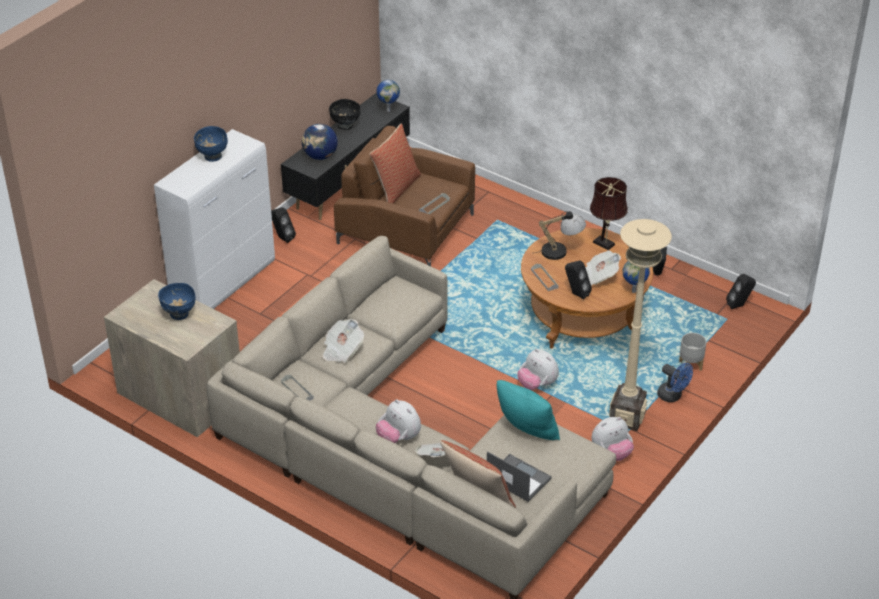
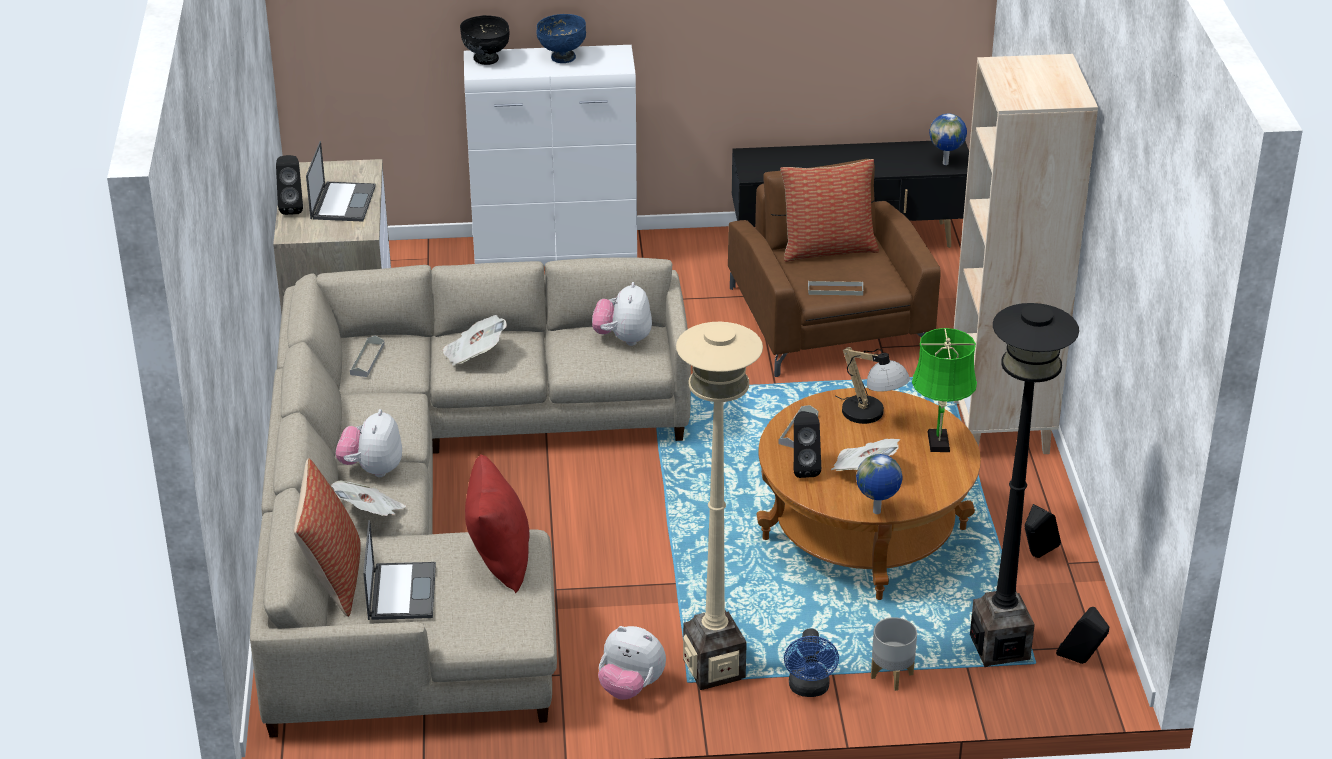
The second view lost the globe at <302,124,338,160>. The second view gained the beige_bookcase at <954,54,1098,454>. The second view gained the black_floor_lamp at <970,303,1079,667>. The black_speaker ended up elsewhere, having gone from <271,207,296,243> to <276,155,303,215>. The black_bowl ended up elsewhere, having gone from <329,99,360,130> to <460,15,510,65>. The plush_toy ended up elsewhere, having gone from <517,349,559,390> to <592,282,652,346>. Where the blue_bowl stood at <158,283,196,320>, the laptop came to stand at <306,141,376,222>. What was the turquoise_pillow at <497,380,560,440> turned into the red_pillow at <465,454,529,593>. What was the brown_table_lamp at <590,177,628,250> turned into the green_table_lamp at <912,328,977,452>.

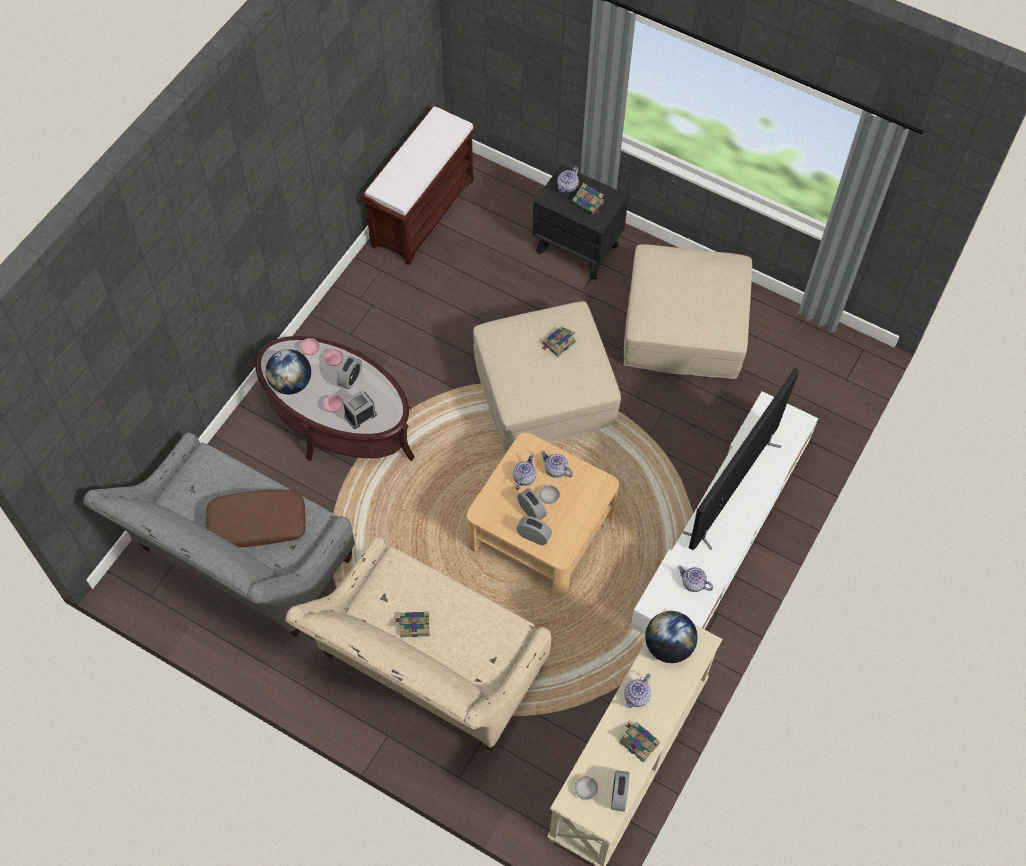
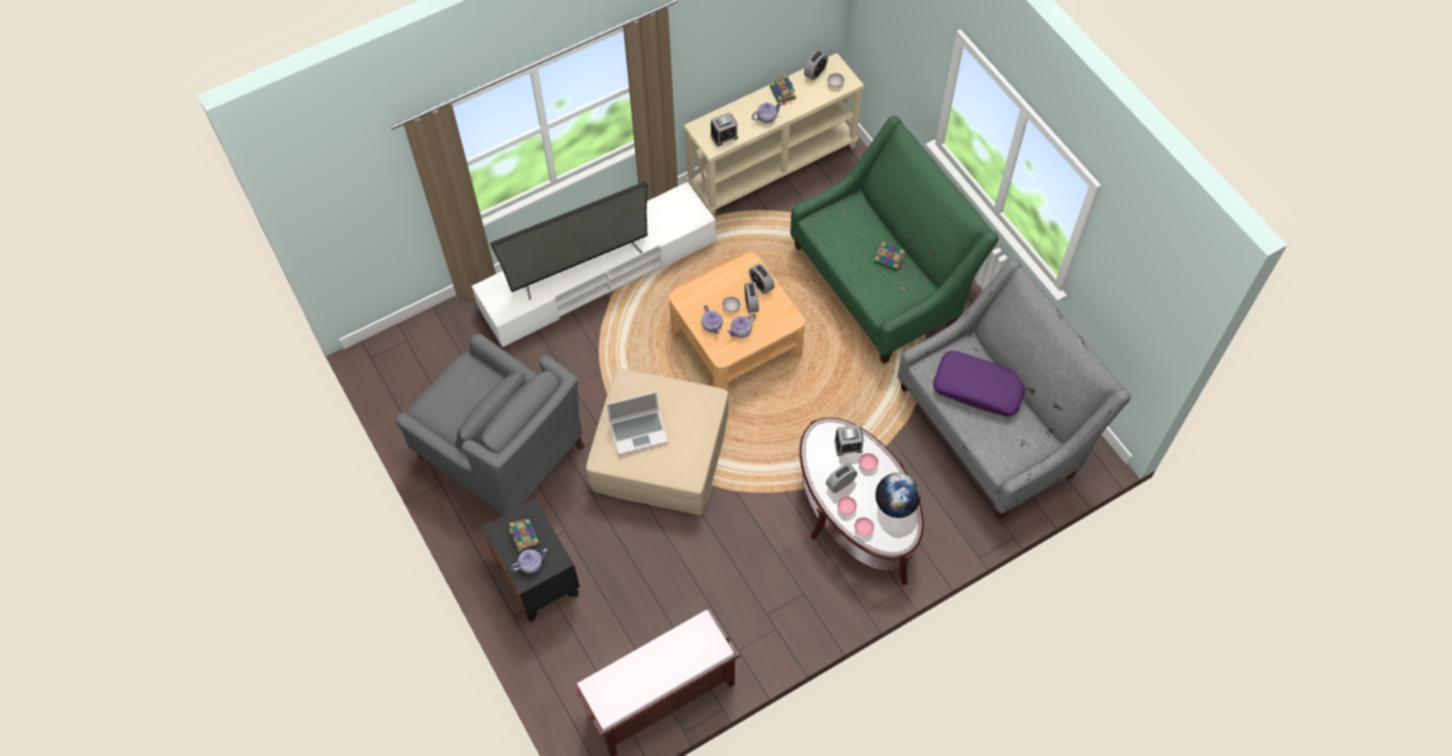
The second view lost the teapot at <678,566,713,592>. Where the book stood at <542,326,576,357>, the laptop came to stand at <607,392,668,455>. Where the beige_ottoman stood at <624,244,752,379>, the grey_armchair came to stand at <395,334,585,514>. Where the globe stood at <645,611,698,663>, the alarm_clock came to stand at <710,112,739,146>. What was the brown_pillow at <206,490,306,547> turned into the purple_pillow at <933,351,1025,417>. What was the beige_sofa at <286,536,551,751> turned into the green_sofa at <790,116,999,364>.

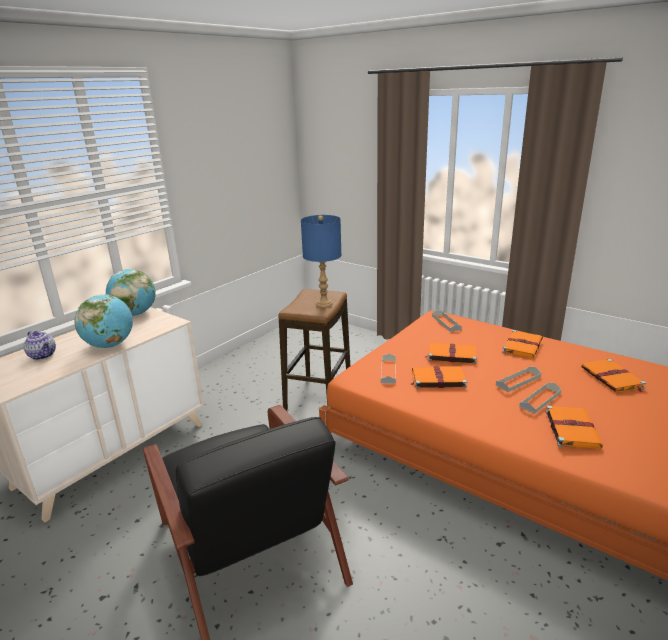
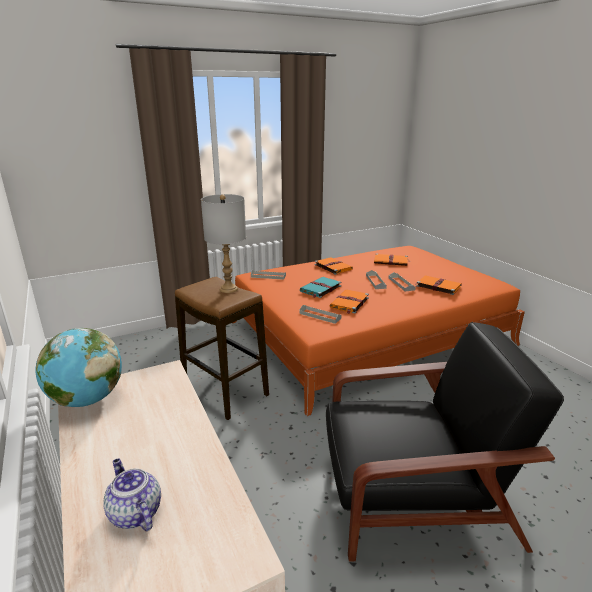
The second view lost the globe at <74,294,133,348>. What was the blue_table_lamp at <301,215,341,307> turned into the grey_table_lamp at <201,194,246,293>. What was the orange_book at <425,343,477,364> turned into the turquoise_book at <300,277,341,298>. The teapot at <23,331,56,360> ended up facing another way, 105 degrees counterclockwise from before.

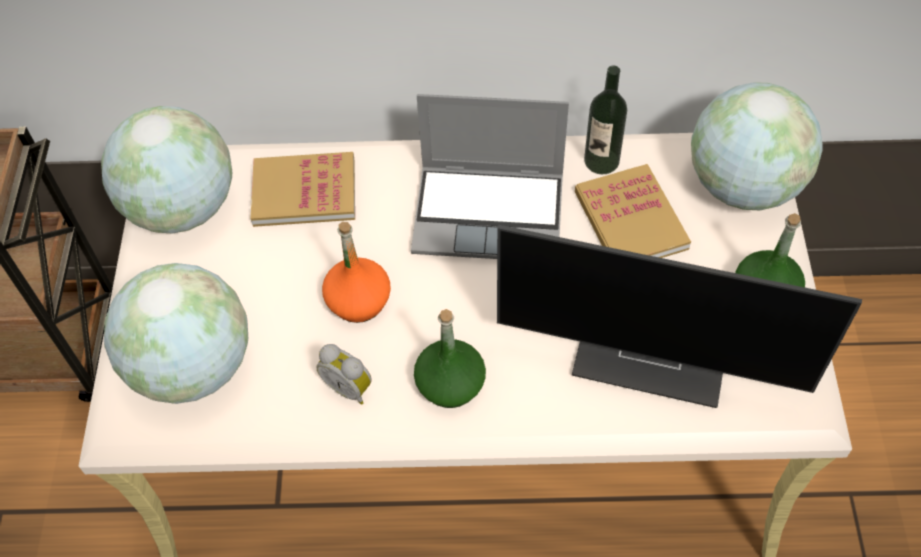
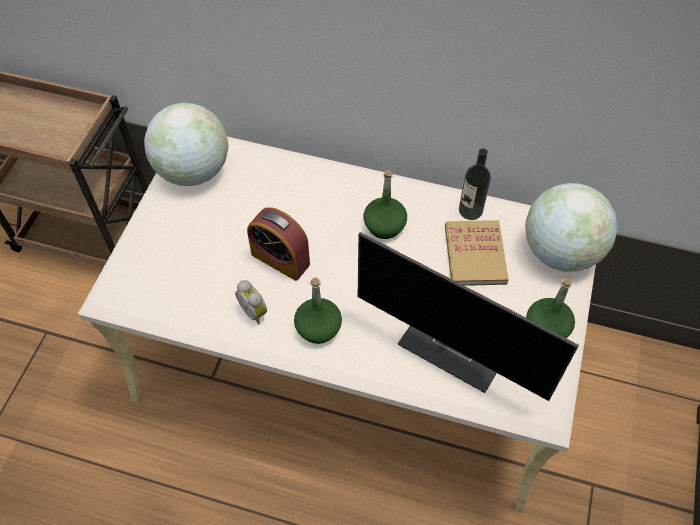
The second view lost the globe at <104,263,248,404>. The second view lost the book at <251,152,355,227>. Where the orange_bottle stood at <322,222,391,323>, the alarm_clock came to stand at <247,207,310,281>. Where the laptop stood at <411,94,569,259>, the green_bottle came to stand at <363,170,407,239>.

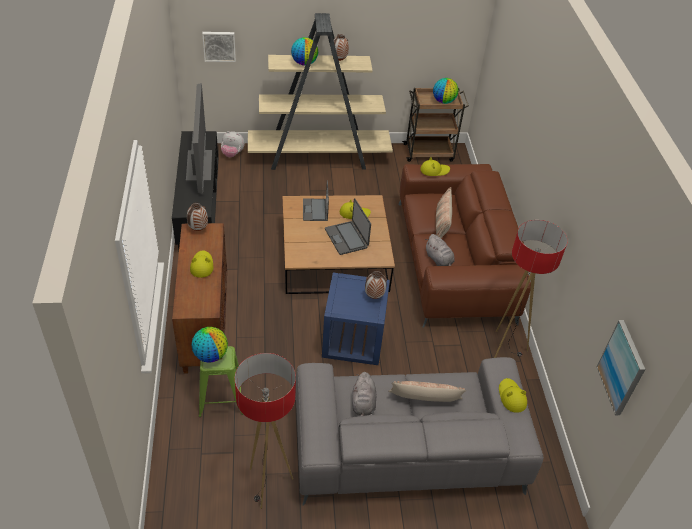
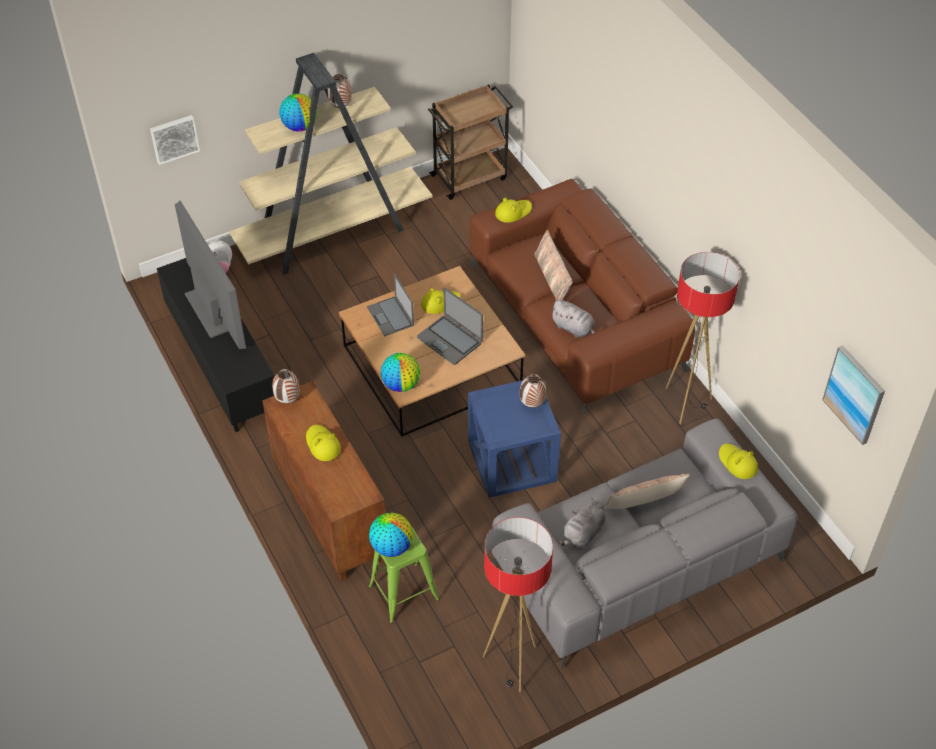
The globe ended up elsewhere, having gone from <433,78,458,104> to <381,353,420,392>. The grey_plush_toy at <352,372,376,416> ended up facing another way, 60 degrees clockwise from before.

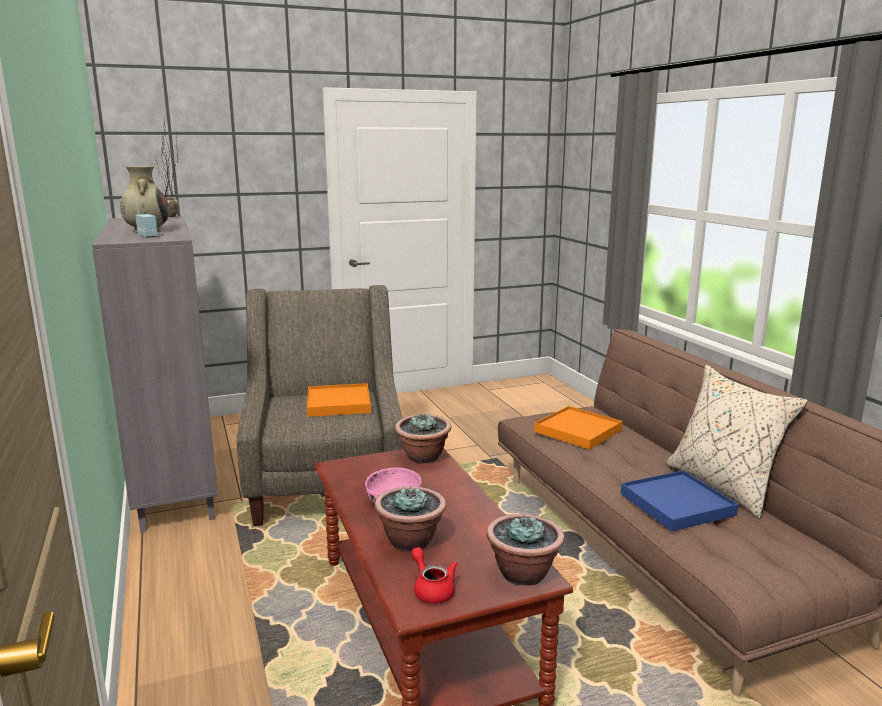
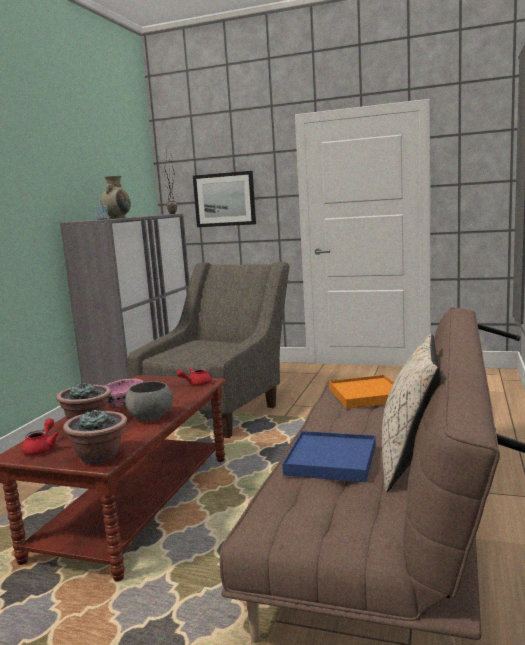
The second view lost the orange_tray at <307,383,371,417>. The second view gained the grey_bowl at <125,381,173,420>. The second view gained the picture at <193,171,256,227>. Where the potted_plant stood at <395,413,451,463>, the red_teapot came to stand at <177,367,212,386>.

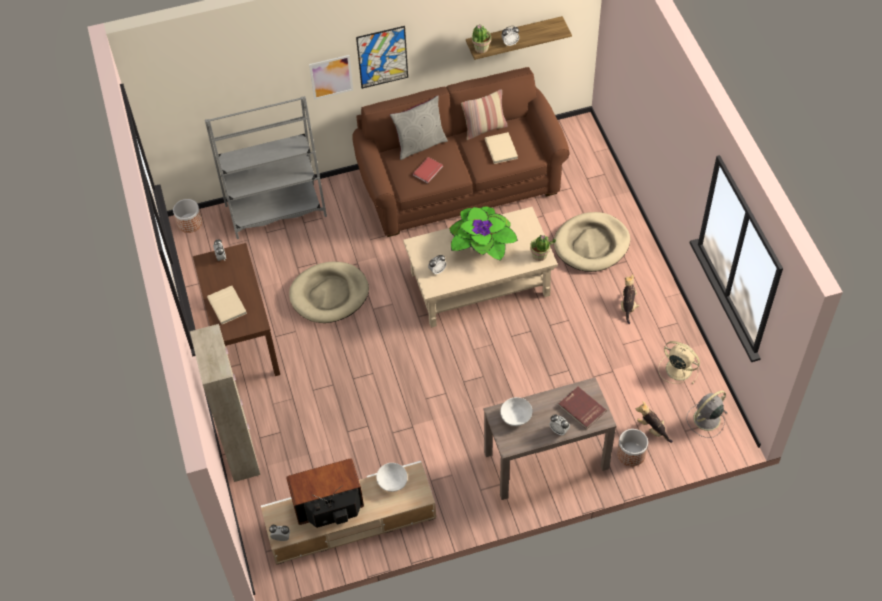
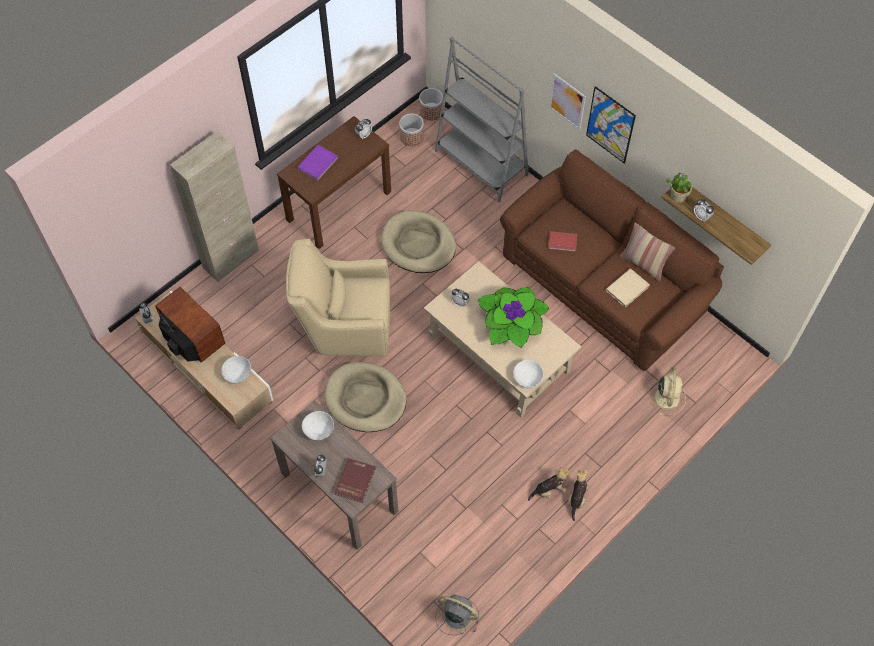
The second view lost the grey_pillow at <390,95,448,160>. The second view gained the beige_armchair at <286,239,391,356>. The beige_dog_bed ended up elsewhere, having gone from <554,212,630,272> to <324,362,407,432>. The planter ended up elsewhere, having gone from <617,429,648,466> to <399,114,424,146>. The plush_toy ended up elsewhere, having gone from <636,401,673,443> to <568,470,589,521>. The beige_fan ended up elsewhere, having gone from <658,341,700,384> to <648,367,686,415>. Where the potted_plant stood at <530,235,556,261>, the white_bowl came to stand at <513,360,544,388>. What was the beige_book at <207,286,247,324> turned into the purple_book at <297,145,338,181>.

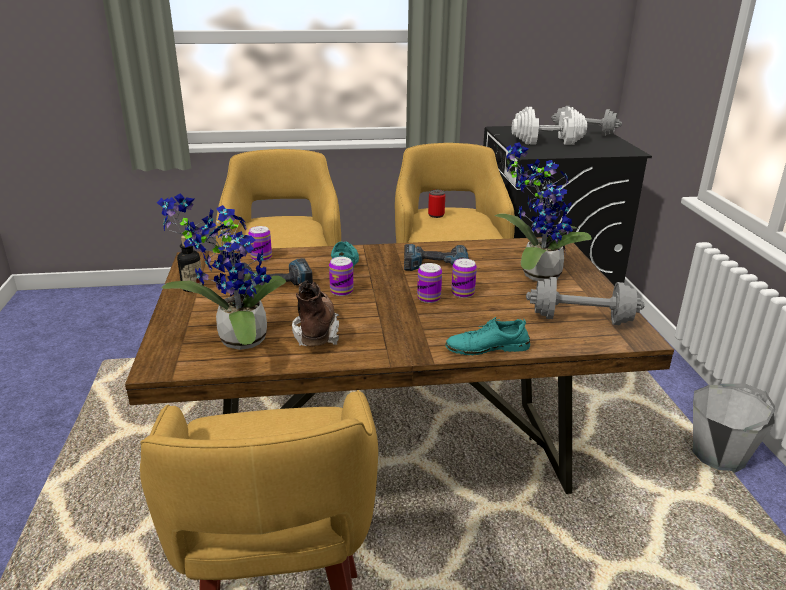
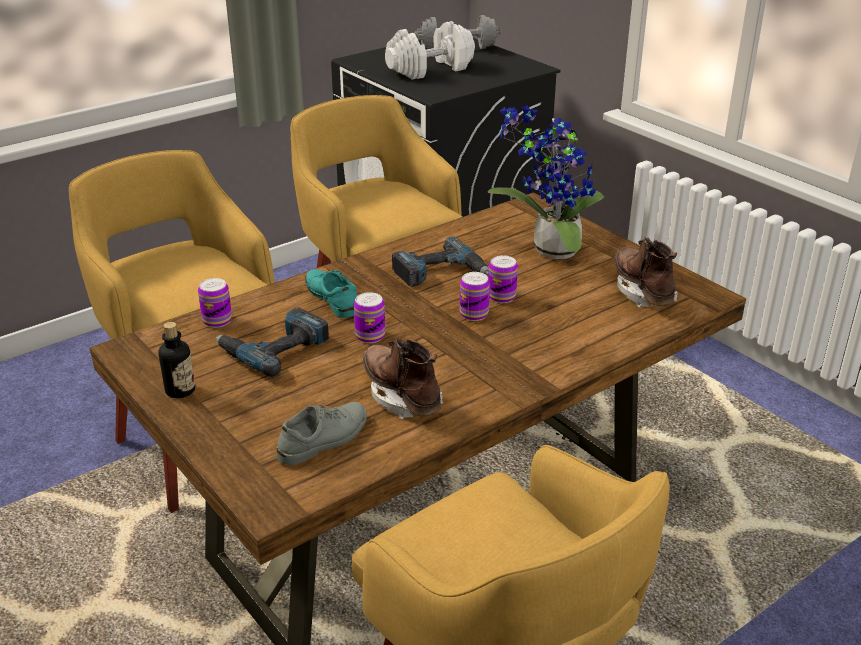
The second view lost the can at <428,190,445,218>. The second view lost the turquoise_shoe at <445,317,530,355>. The second view lost the grey_bucket at <692,383,775,473>. Where the potted_plant stood at <157,193,286,350>, the grey_shoe came to stand at <276,402,367,465>. Where the grey_dumbbell stood at <526,277,645,325>, the brown_boot came to stand at <615,237,678,307>.

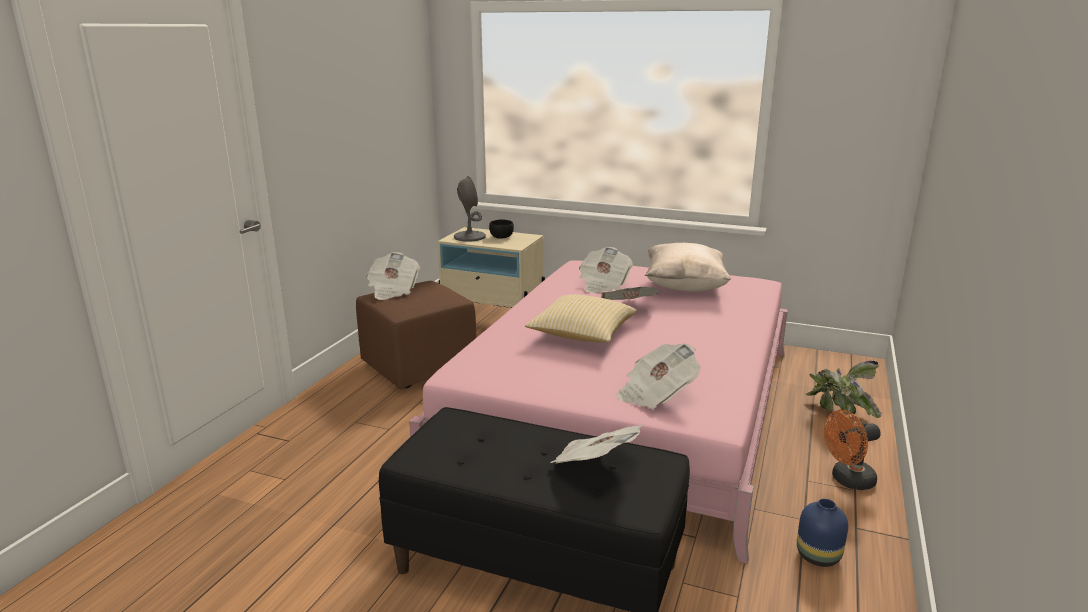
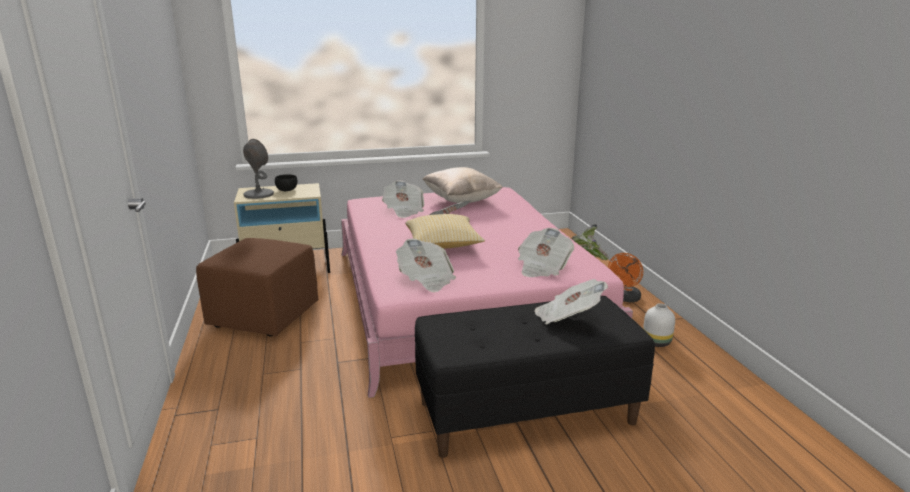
The newspaper ended up elsewhere, having gone from <366,252,420,300> to <396,238,456,293>. What was the blue_vase at <797,499,848,567> turned into the white_vase at <643,303,675,347>.

